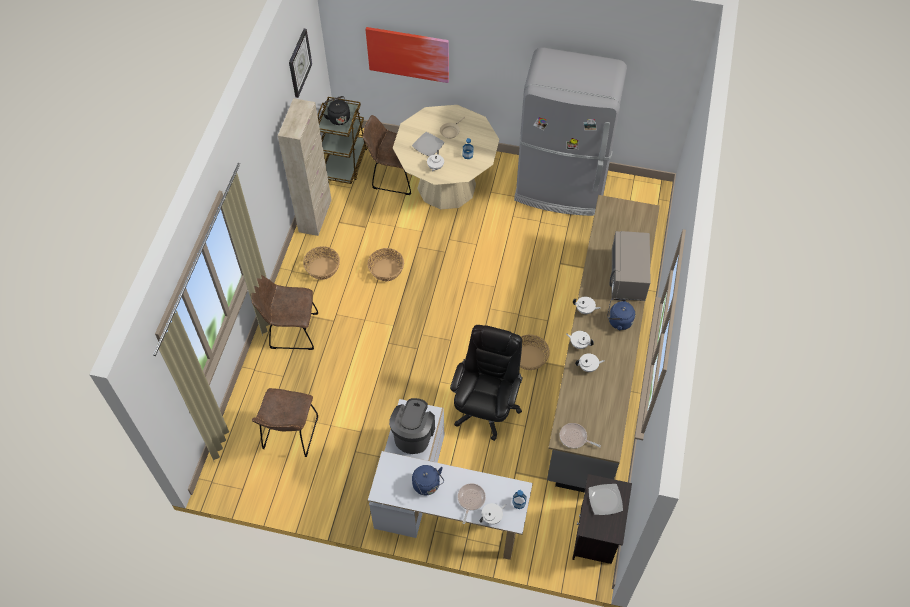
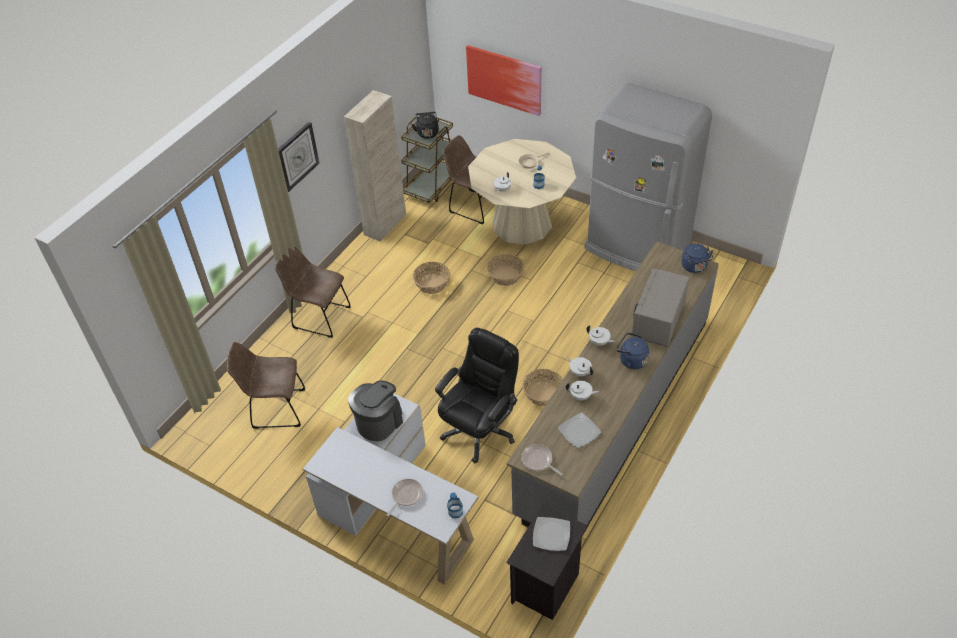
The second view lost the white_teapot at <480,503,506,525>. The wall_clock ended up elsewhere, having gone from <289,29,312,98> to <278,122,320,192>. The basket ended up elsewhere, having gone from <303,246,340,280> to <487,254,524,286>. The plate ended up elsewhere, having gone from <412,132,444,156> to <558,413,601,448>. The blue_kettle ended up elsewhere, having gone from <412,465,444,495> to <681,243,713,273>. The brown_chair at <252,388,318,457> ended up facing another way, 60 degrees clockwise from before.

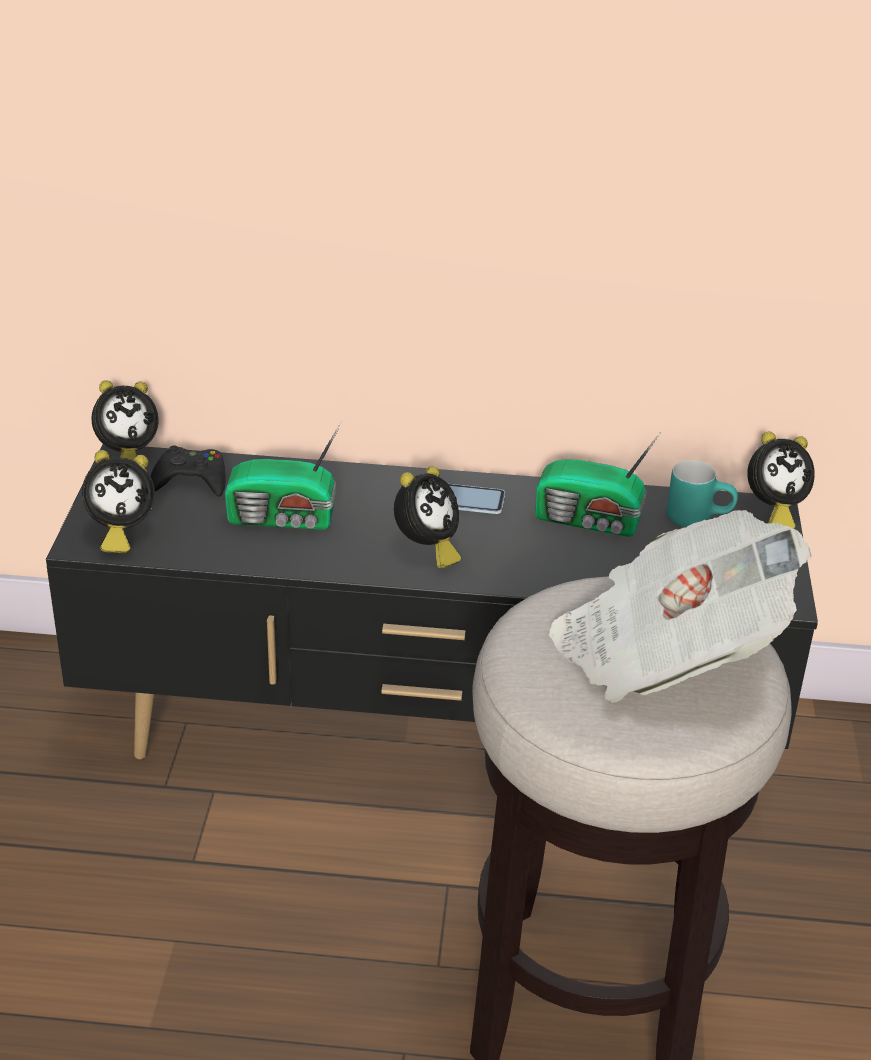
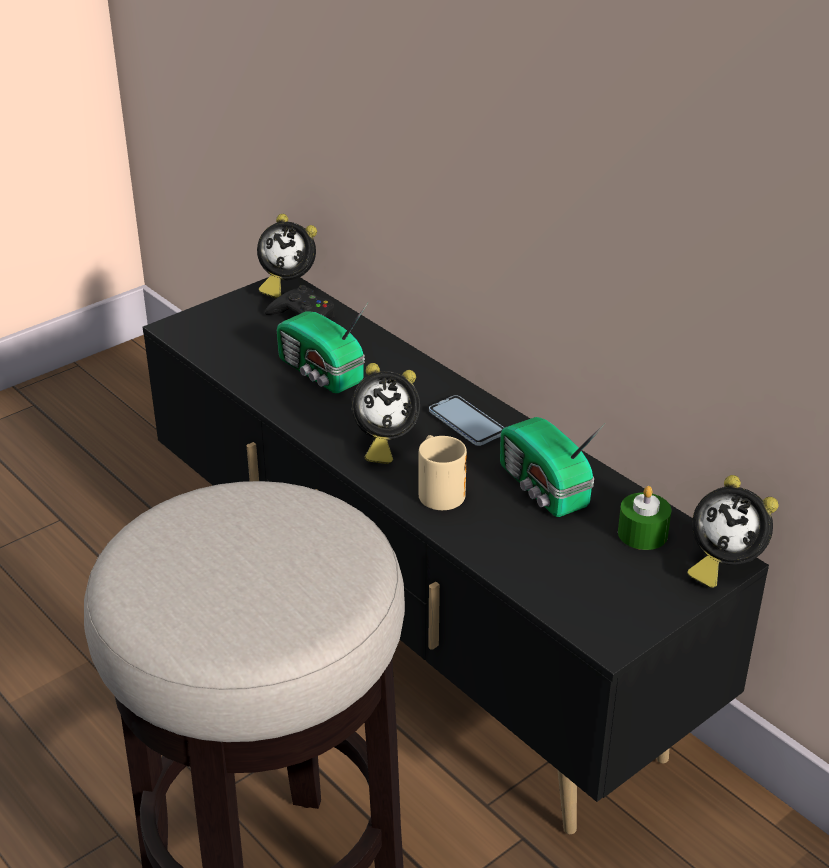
The second view lost the alarm_clock at <82,450,155,553>. The second view lost the newspaper at <549,510,811,703>. The second view gained the beige_mug at <419,435,467,510>. Where the turquoise_mug stood at <667,460,738,527>, the green_candle came to stand at <618,486,671,550>.

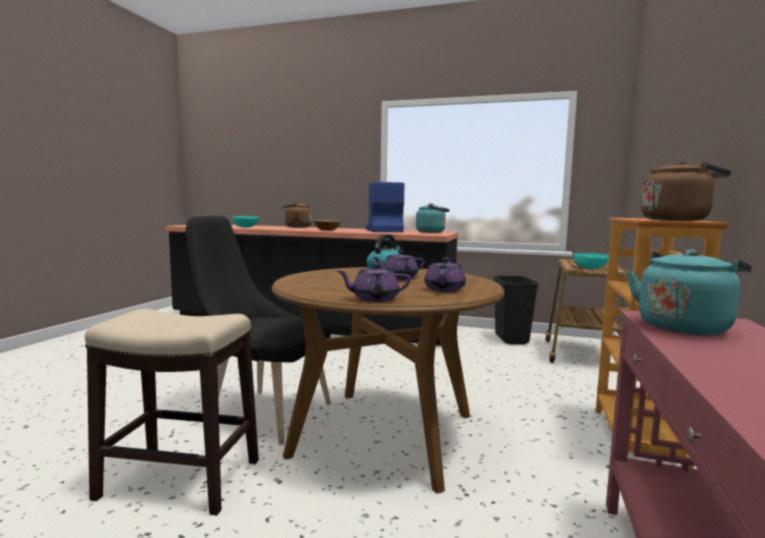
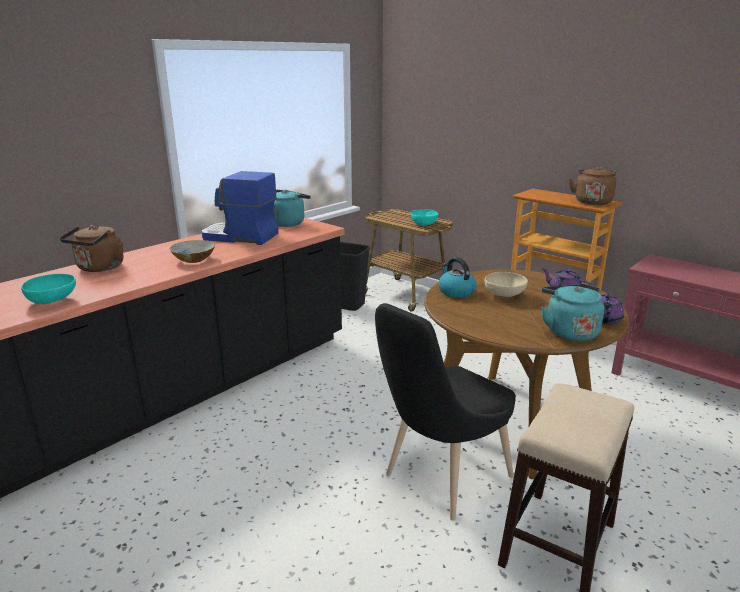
The turquoise_kettle ended up elsewhere, having gone from <627,249,752,335> to <541,284,604,342>. Where the purple_teapot stood at <372,250,425,280>, the beige_bowl came to stand at <485,272,528,297>.

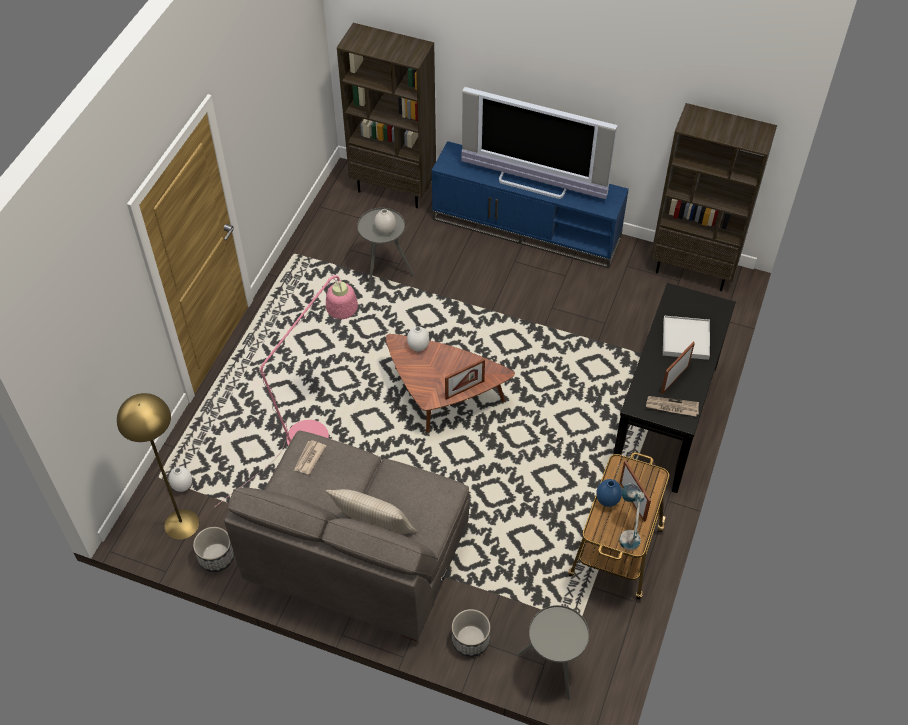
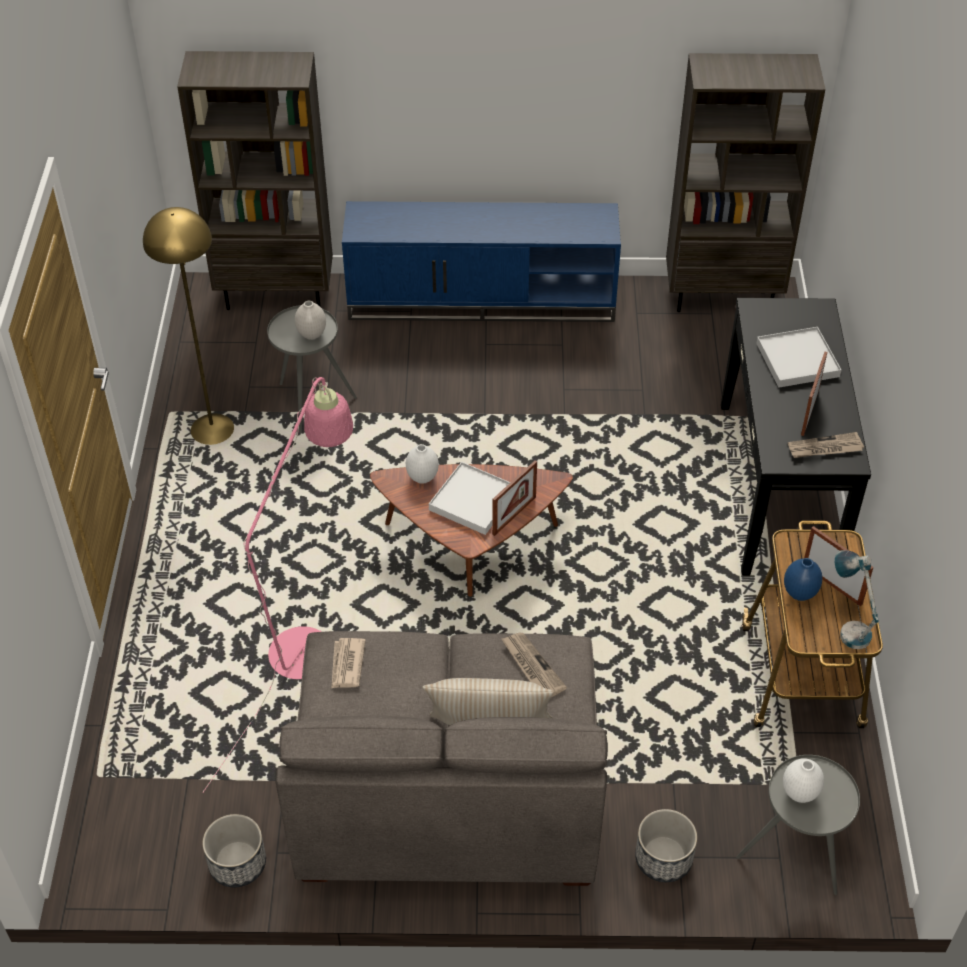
The second view lost the television at <461,87,617,199>. The second view gained the white_tray at <429,462,511,535>. The second view gained the newspaper at <502,633,567,697>. The yellow_floor_lamp ended up elsewhere, having gone from <117,393,199,540> to <143,207,234,445>. The white_vase ended up elsewhere, having gone from <169,467,192,492> to <783,758,824,803>.

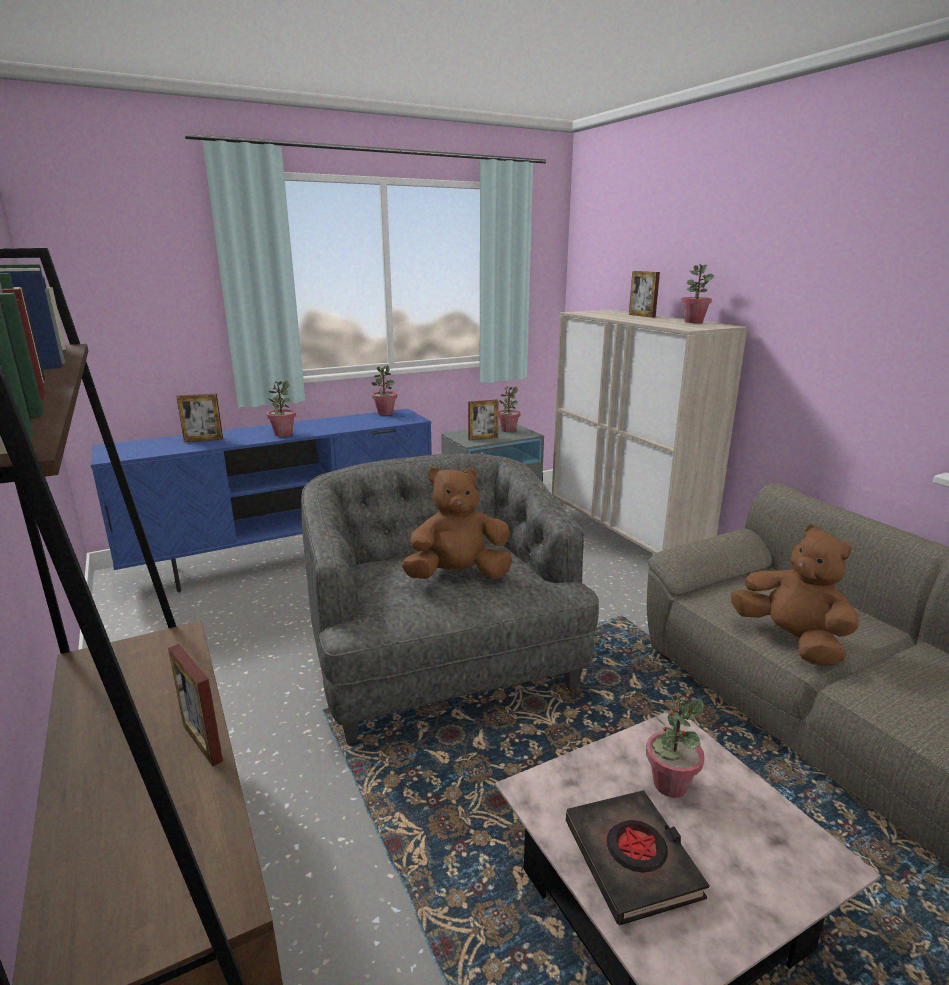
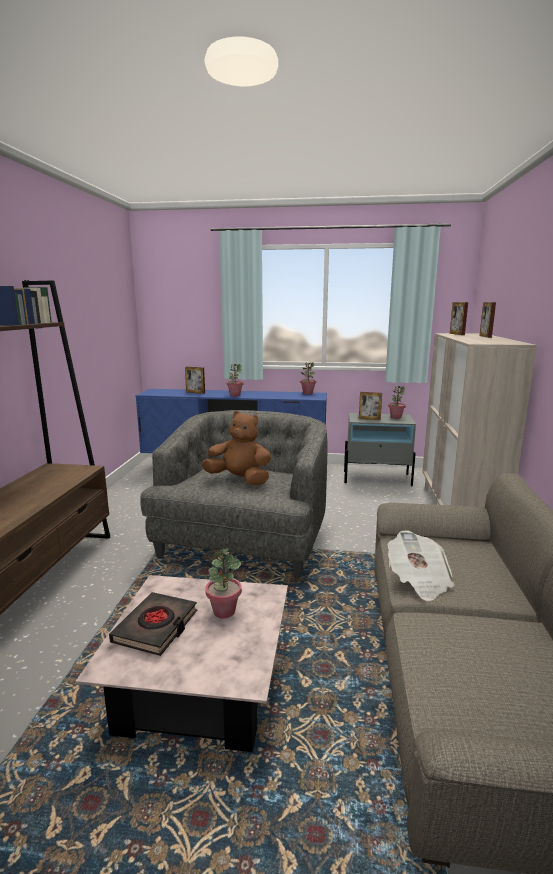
The second view lost the potted_plant at <681,264,714,323>. The picture_frame ended up elsewhere, having gone from <168,644,223,767> to <450,302,468,335>. Where the brown_plush_toy stood at <731,524,858,666>, the newspaper came to stand at <388,530,455,601>.

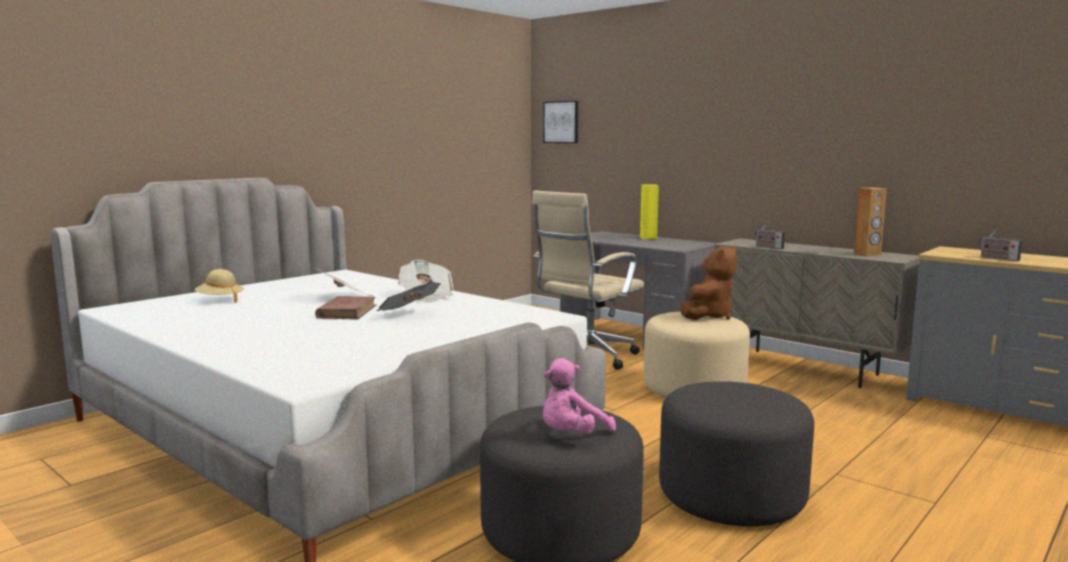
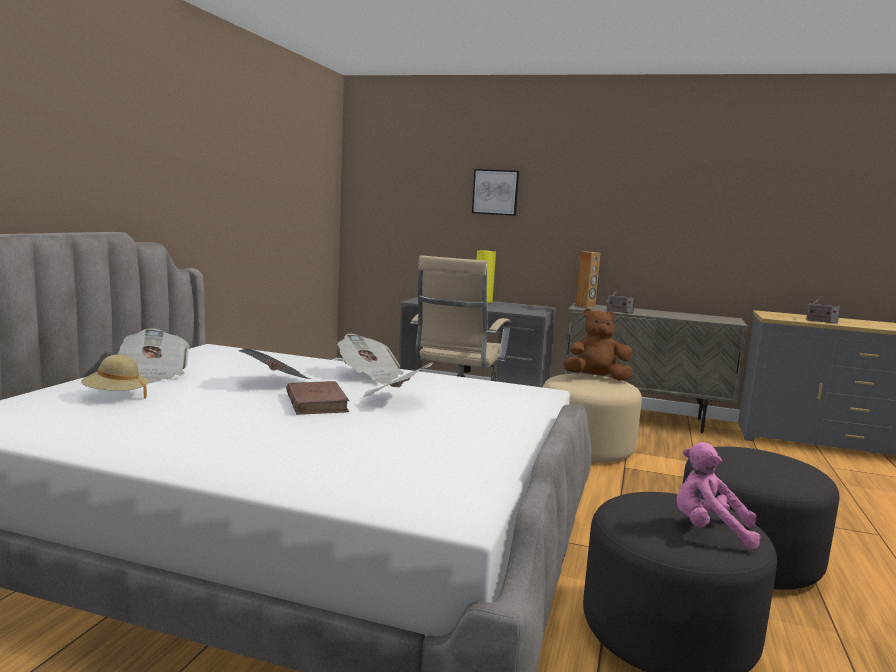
The second view gained the newspaper at <117,328,190,383>. The picture ended up elsewhere, having gone from <543,101,578,143> to <472,169,519,216>. The brown_speaker ended up elsewhere, having gone from <854,188,887,256> to <575,252,600,308>. The pink_plush_toy at <543,358,616,433> ended up facing another way, 90 degrees clockwise from before. The brown_plush_toy at <680,245,737,320> ended up facing another way, 105 degrees counterclockwise from before.

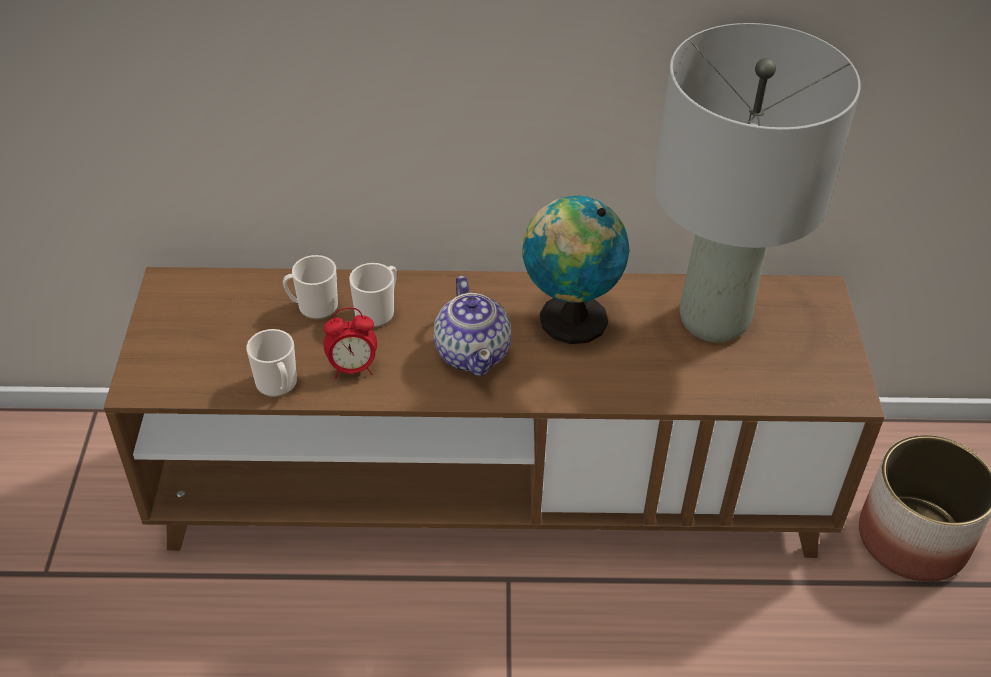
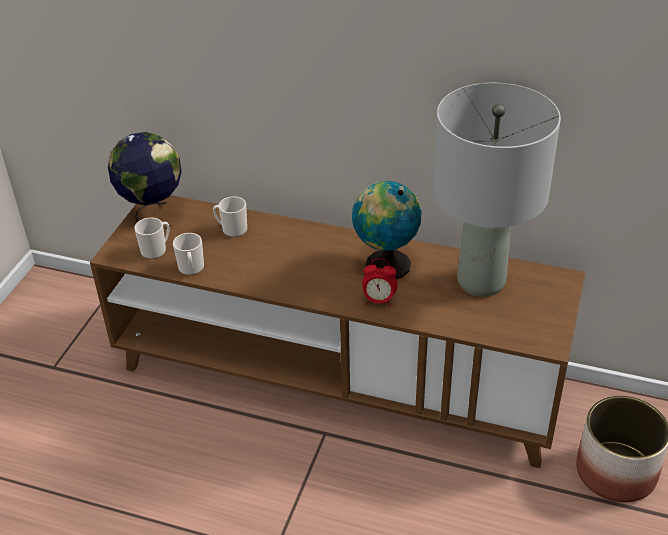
The second view lost the teapot at <434,276,511,376>. The second view gained the globe at <108,132,182,229>. The alarm_clock ended up elsewhere, having gone from <324,307,377,379> to <362,259,397,307>. The mug ended up elsewhere, having gone from <349,263,397,328> to <134,217,170,259>.

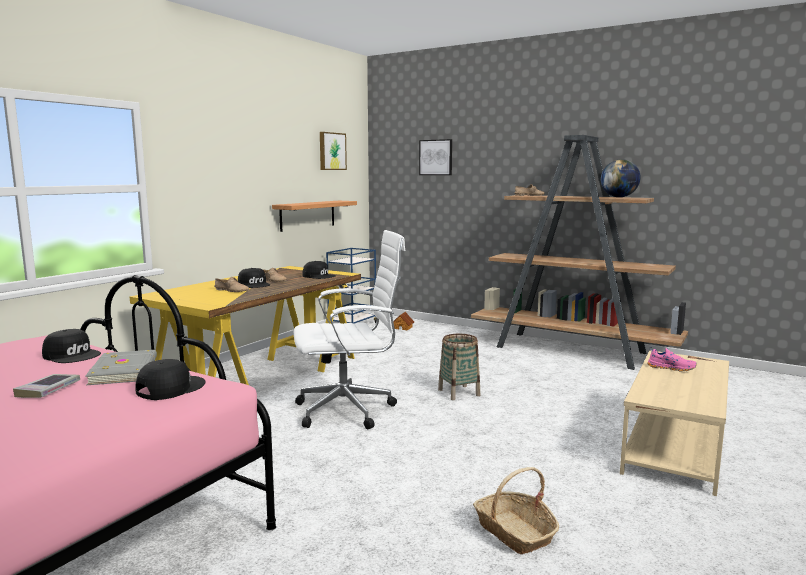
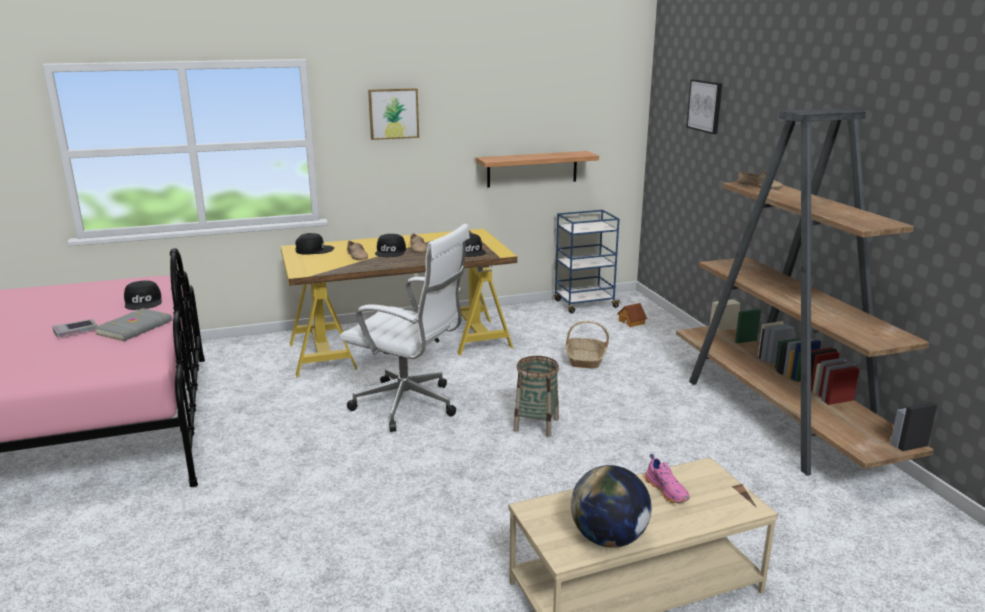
The black_cap ended up elsewhere, having gone from <135,359,206,400> to <295,233,334,255>. The picture ended up elsewhere, having gone from <320,132,347,170> to <368,88,419,140>. The basket ended up elsewhere, having gone from <473,467,559,554> to <566,321,609,369>. The globe ended up elsewhere, having gone from <601,159,641,197> to <571,465,651,548>.

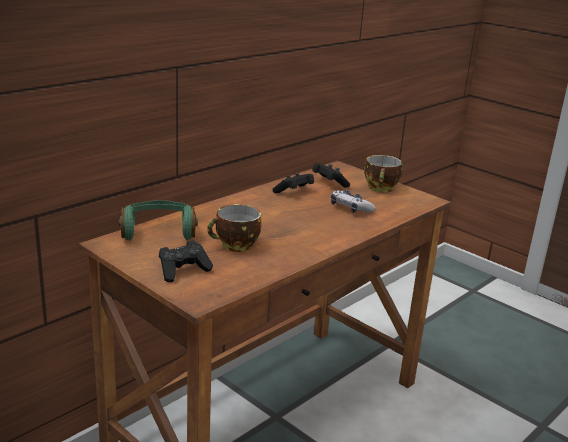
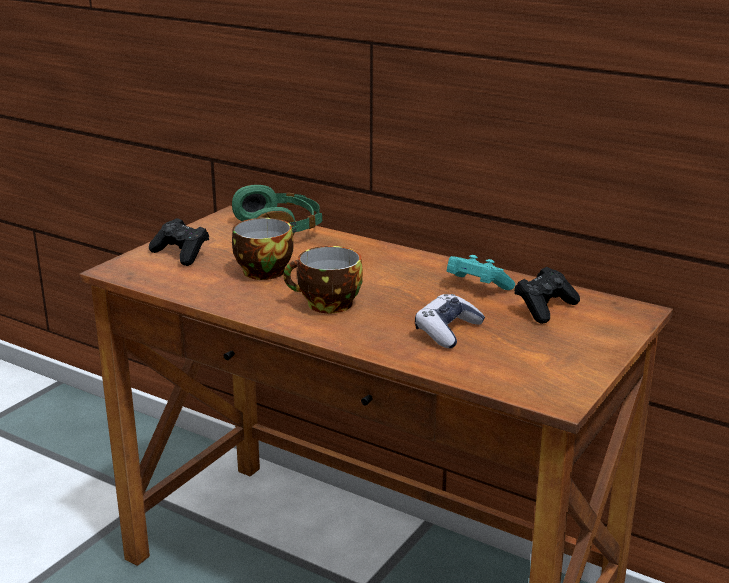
The cup ended up elsewhere, having gone from <364,155,402,192> to <283,246,363,313>. What was the black_game_controller at <272,173,314,193> turned into the turquoise_game_controller at <446,255,515,290>.

